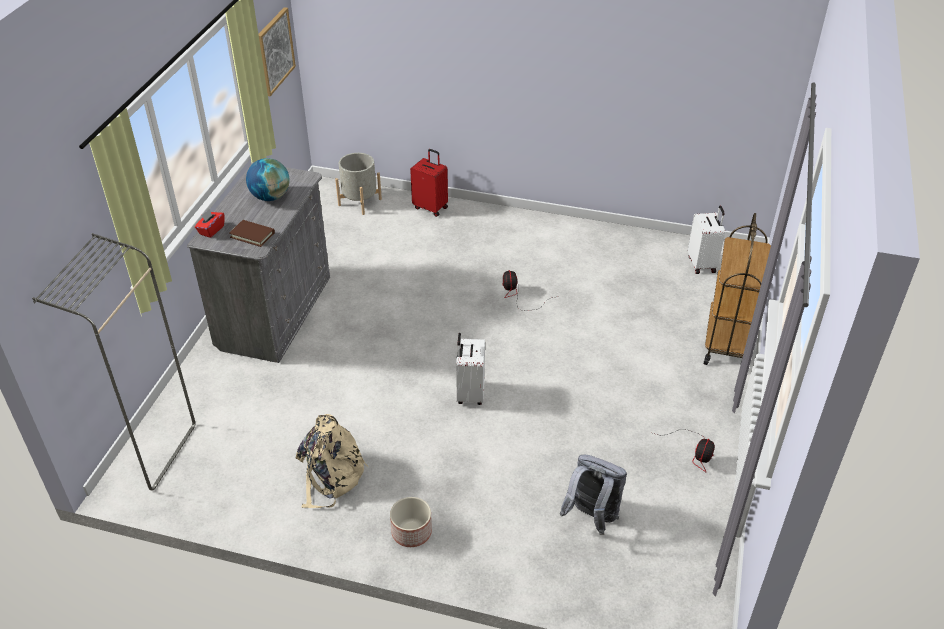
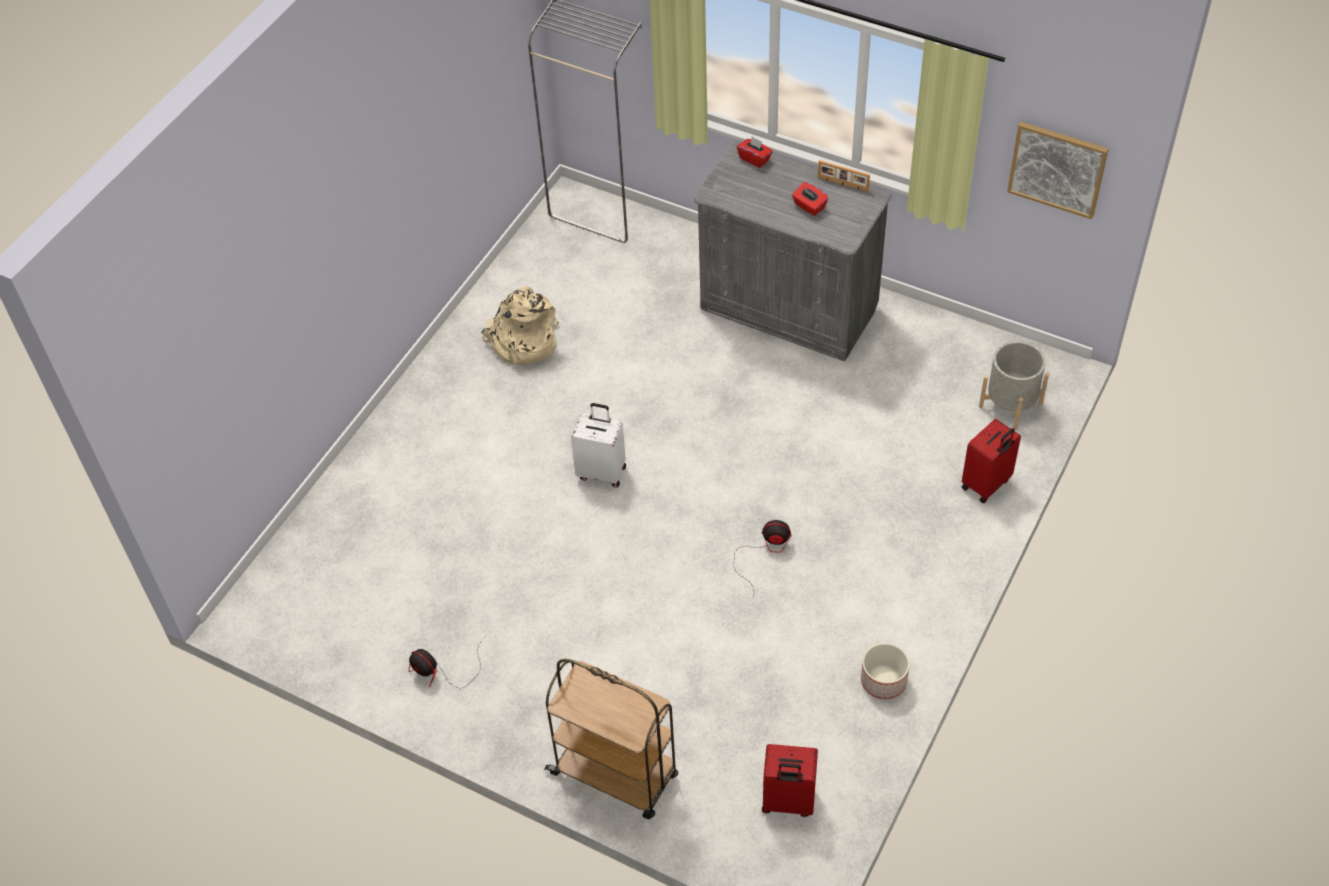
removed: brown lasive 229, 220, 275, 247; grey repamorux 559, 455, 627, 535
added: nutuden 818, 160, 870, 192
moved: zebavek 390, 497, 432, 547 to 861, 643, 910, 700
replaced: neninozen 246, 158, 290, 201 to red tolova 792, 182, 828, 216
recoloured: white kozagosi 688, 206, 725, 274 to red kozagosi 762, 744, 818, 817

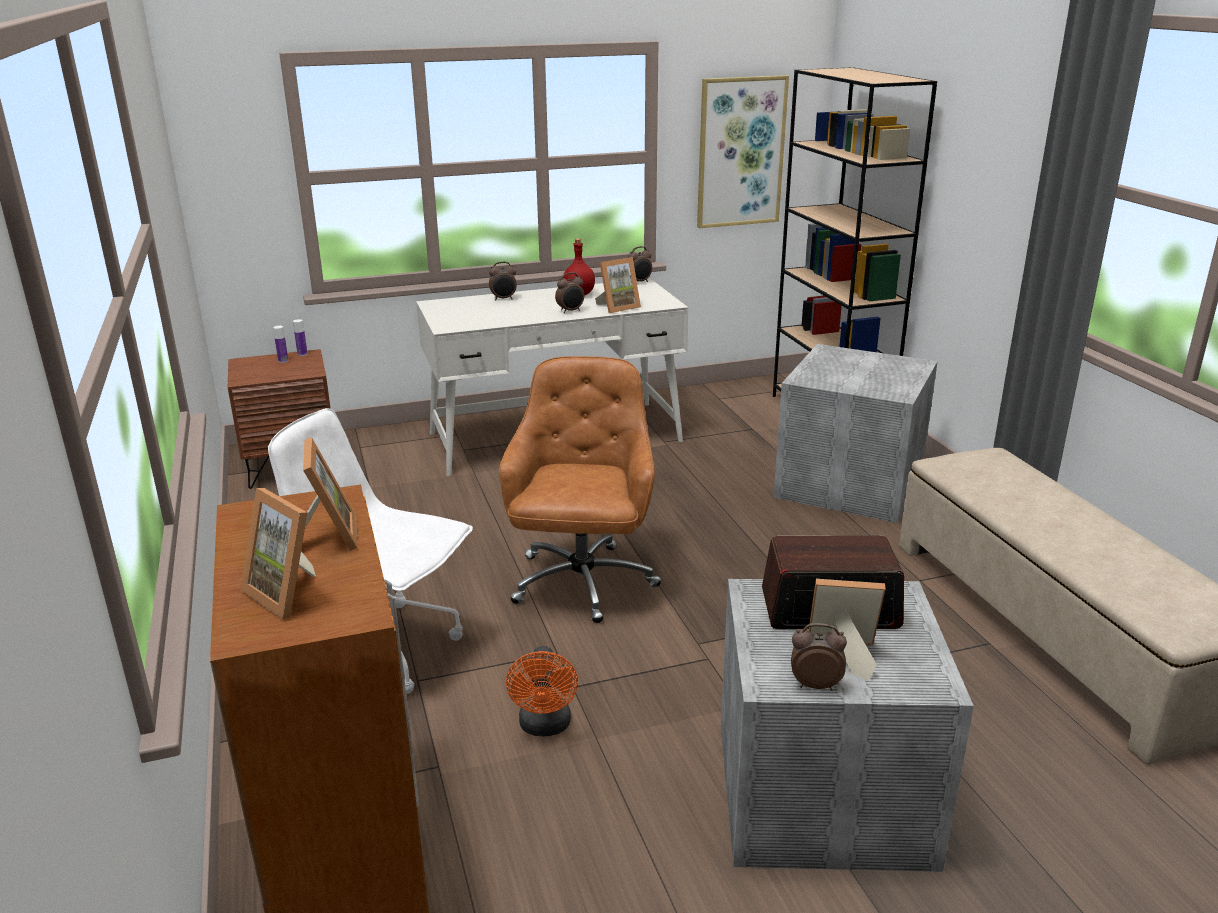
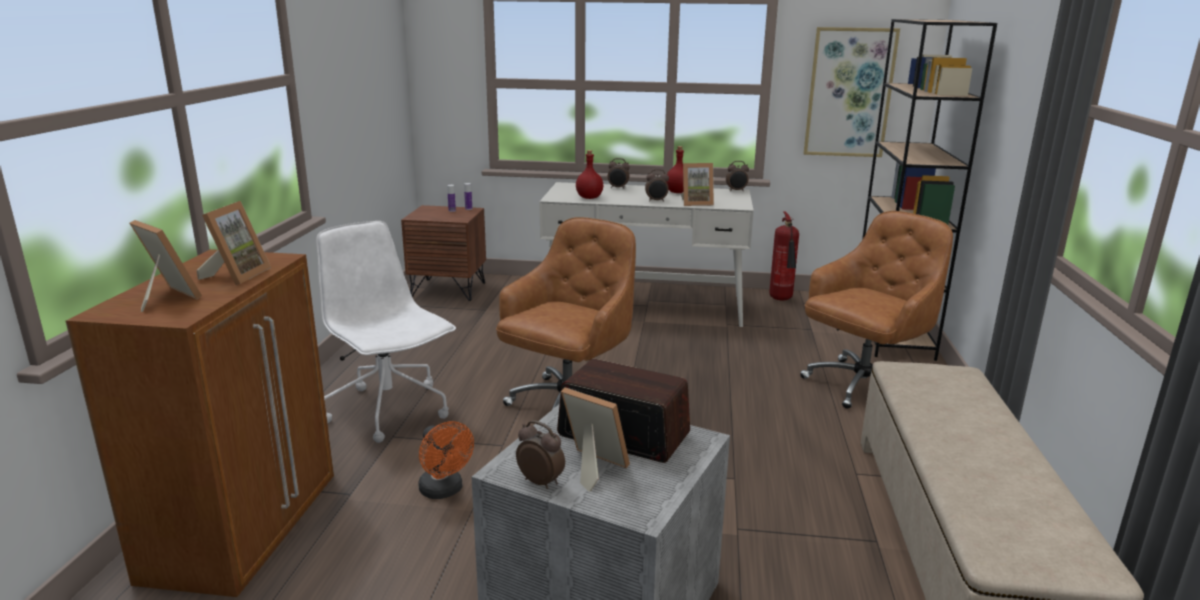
added: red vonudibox 576, 150, 603, 199; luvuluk 769, 212, 799, 300
replaced: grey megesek 774, 344, 938, 523 to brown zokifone 800, 211, 953, 409
turned: nutuden 241, 488, 316, 619 = 130, 220, 202, 312 150 degrees clockwise; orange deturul 506, 646, 578, 736 = 418, 421, 474, 499 60 degrees counterclockwise

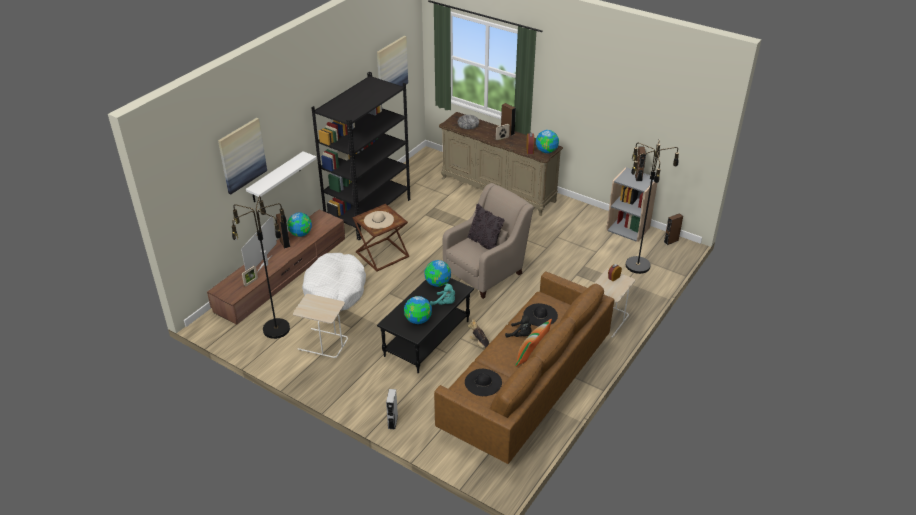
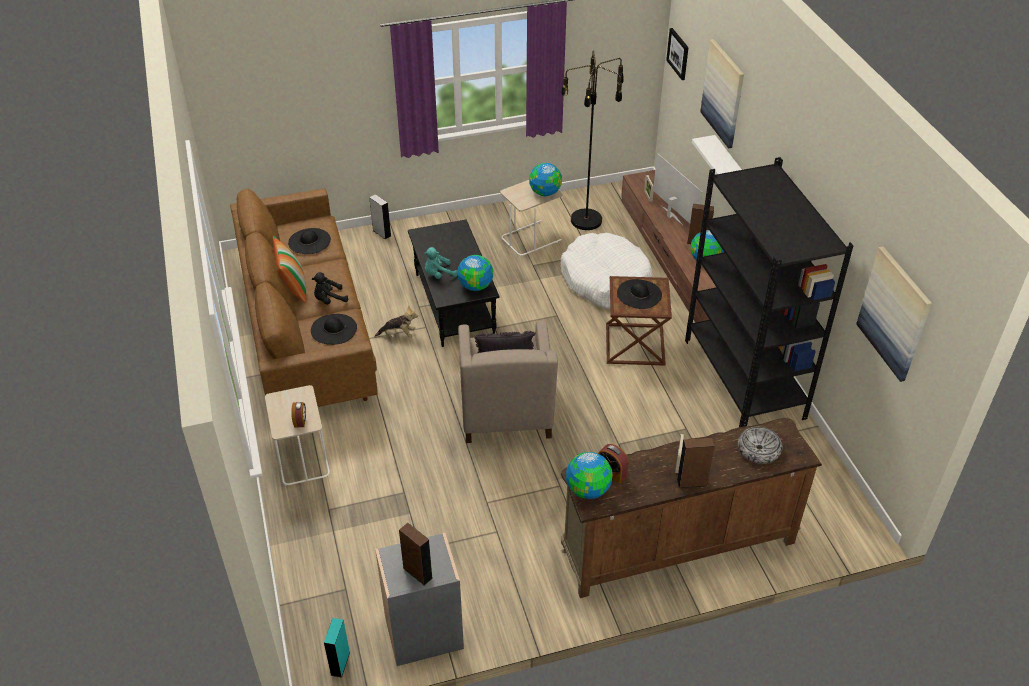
removed: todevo 626, 139, 679, 274
added: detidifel 666, 28, 689, 80
moved: neninozen 404, 296, 432, 324 to 529, 163, 562, 196
recoloured: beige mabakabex 364, 211, 394, 229 to black mabakabex 617, 279, 662, 309; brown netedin 664, 213, 683, 245 to turquoise netedin 324, 618, 350, 678

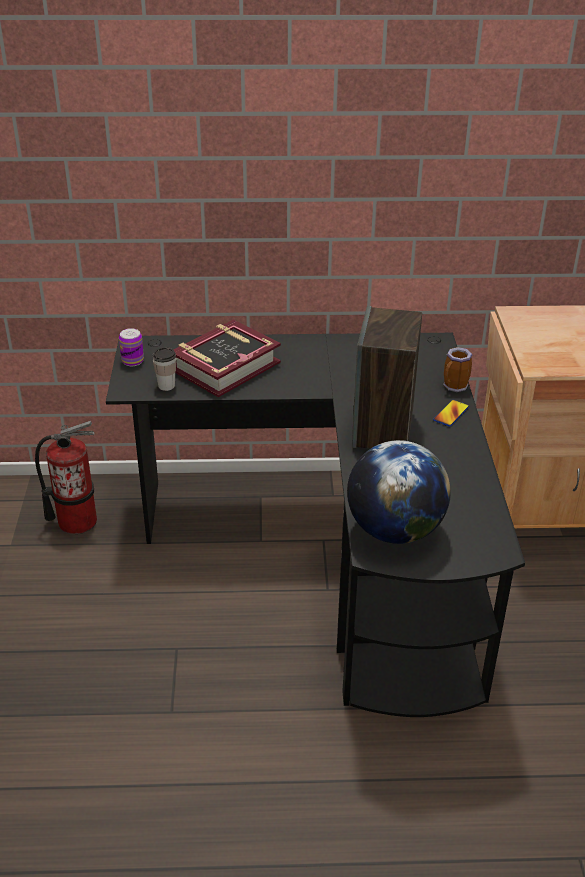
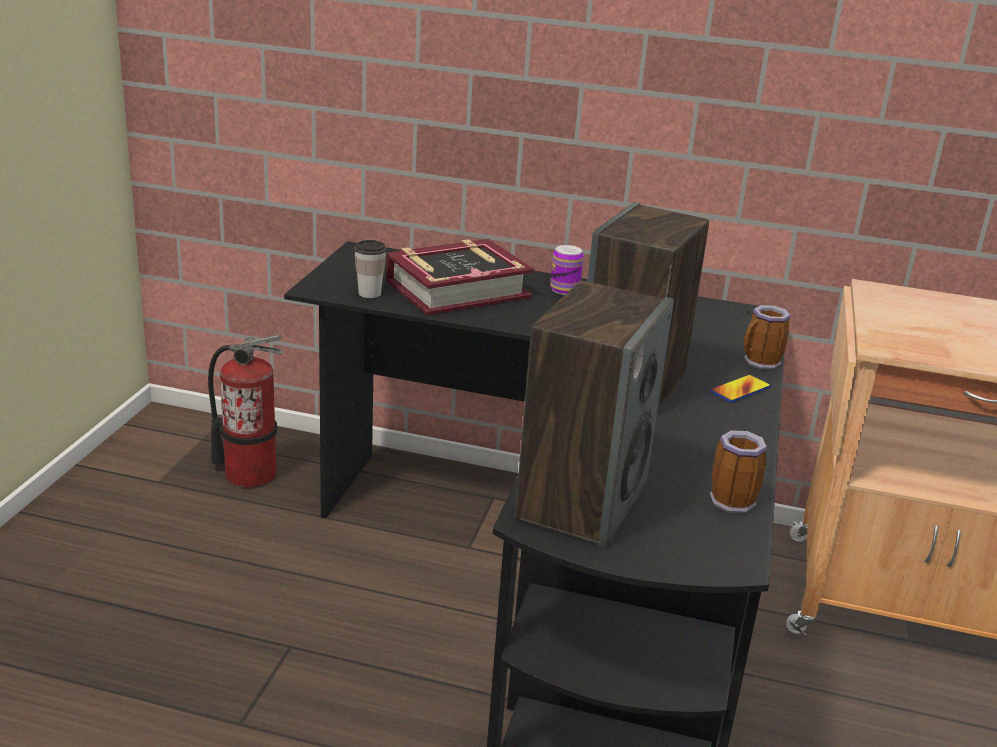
added: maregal 710, 430, 768, 513
moved: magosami 119, 328, 144, 366 to 550, 245, 584, 295
replaced: neninozen 347, 440, 451, 544 to netedin 515, 281, 674, 548

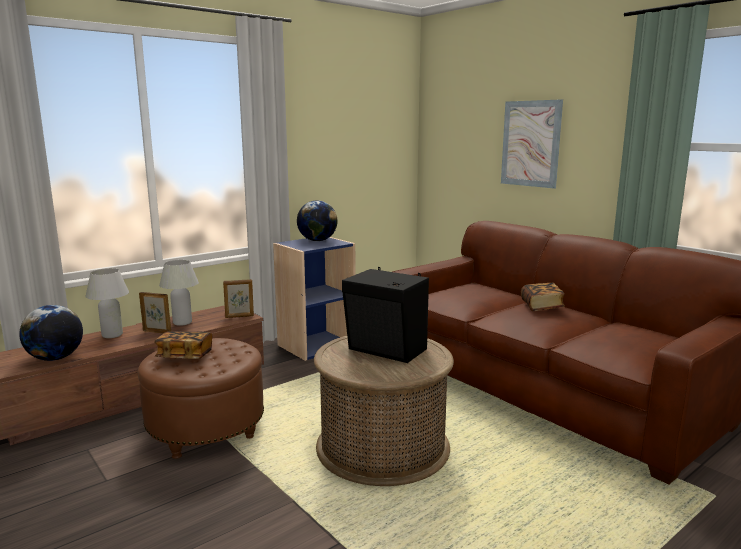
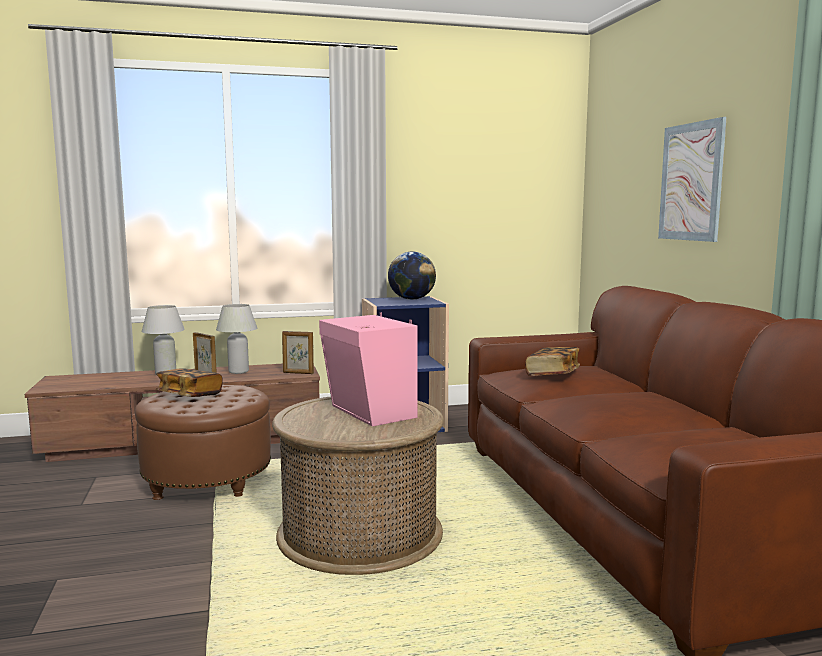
removed: neninozen 19, 305, 83, 361
moved: lasive 521, 283, 565, 311 to 525, 347, 580, 376
recoloured: black netedin 342, 267, 429, 363 to pink netedin 319, 312, 418, 427

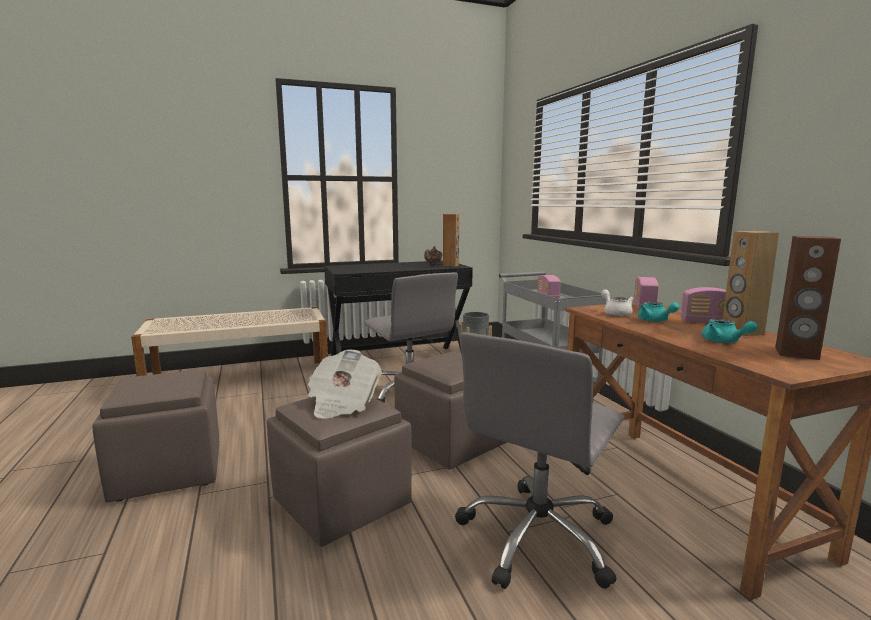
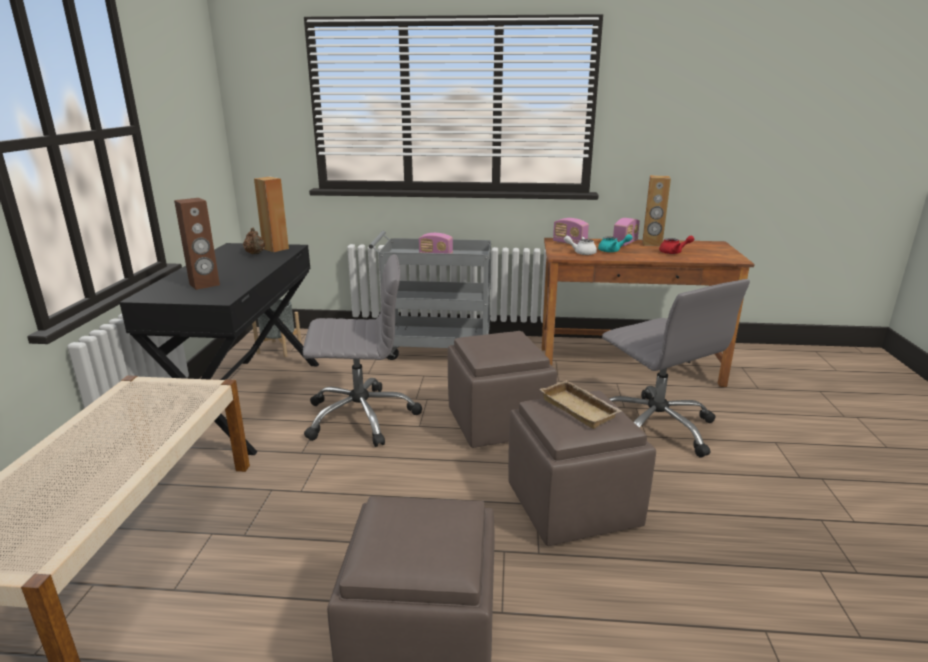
moved: brown netedin 775, 236, 841, 360 to 174, 198, 220, 290
replaced: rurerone 308, 349, 382, 419 to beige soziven 540, 380, 622, 429
recoloured: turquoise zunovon 702, 319, 758, 343 to red zunovon 659, 235, 694, 254

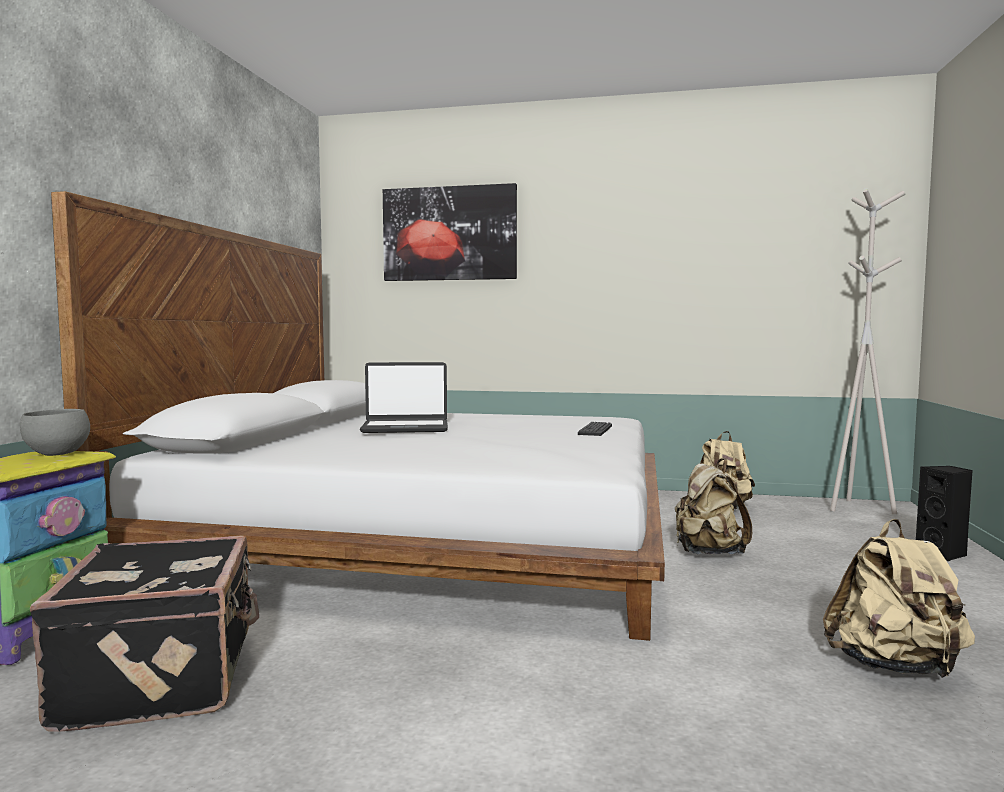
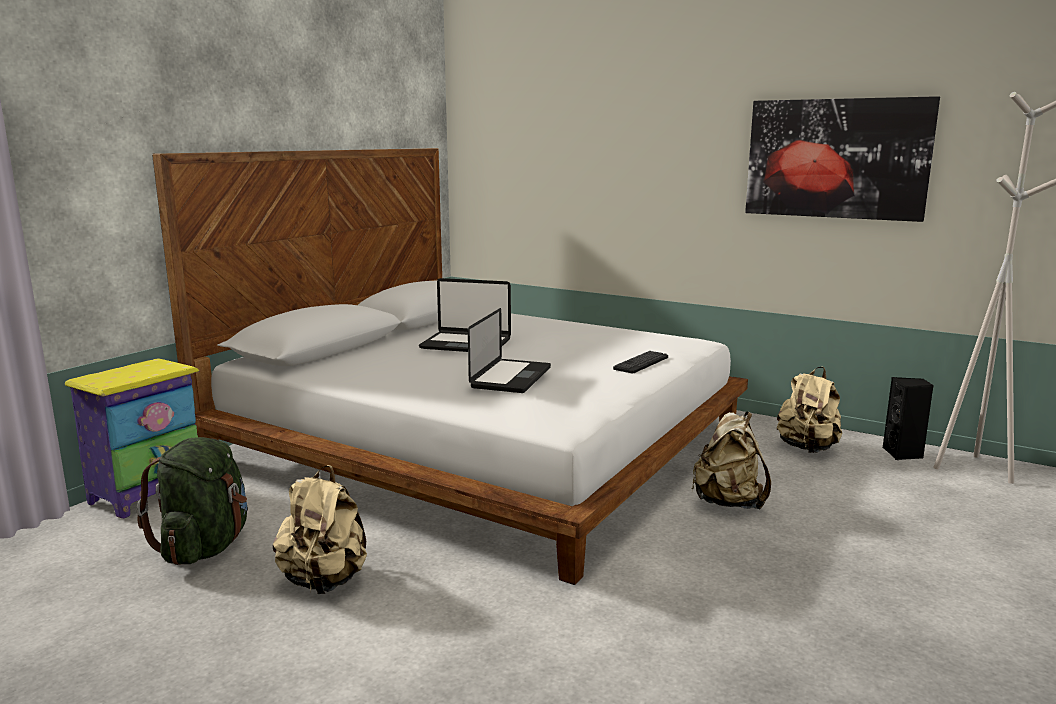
removed: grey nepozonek 20, 409, 90, 456
added: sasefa 468, 308, 551, 393
moved: detidifel 383, 183, 517, 281 to 745, 96, 940, 222; black netedin 916, 466, 973, 561 to 883, 377, 934, 460; beige repamorux 823, 519, 975, 678 to 273, 465, 367, 594
replaced: black kozagosi 30, 535, 259, 731 to green repamorux 137, 437, 248, 565

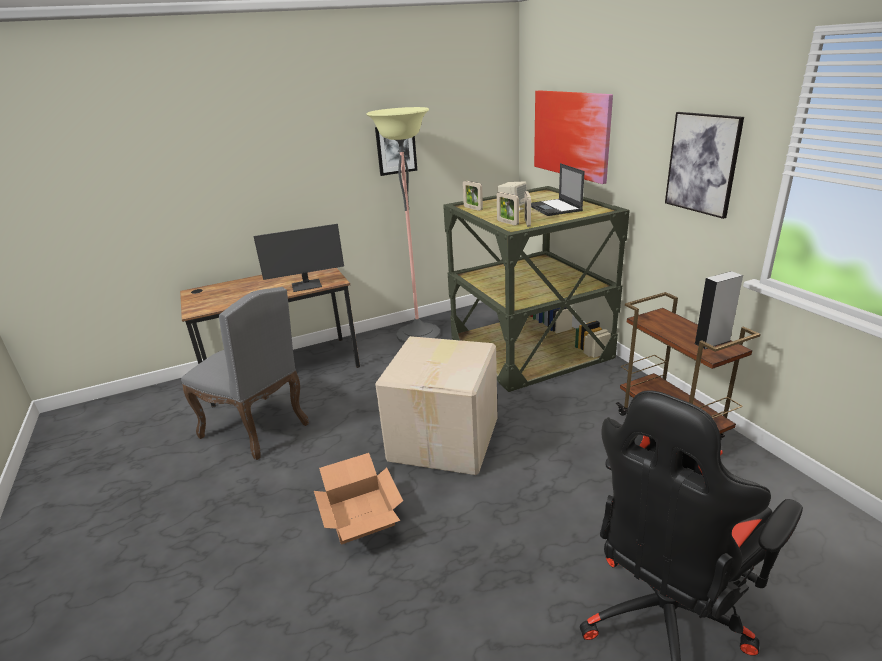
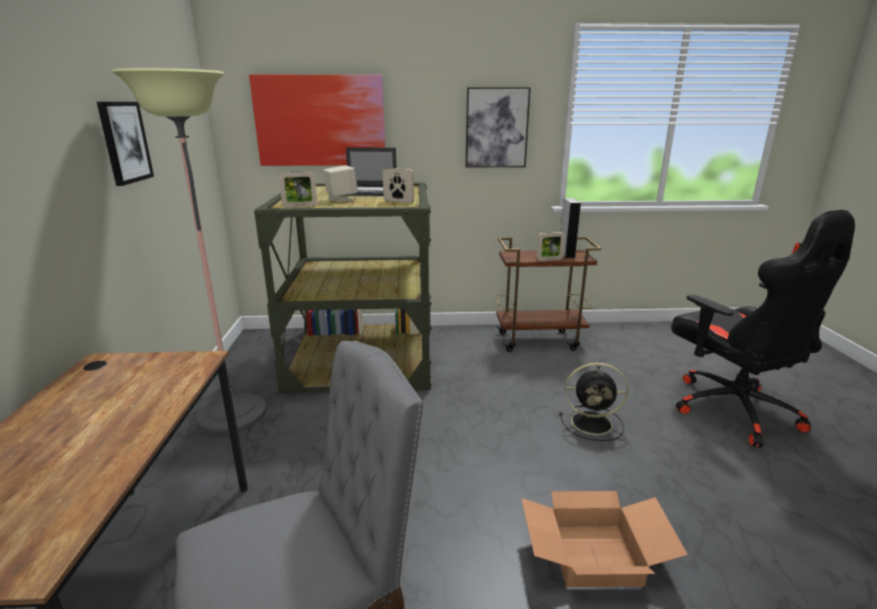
removed: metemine 253, 224, 344, 292; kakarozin 375, 336, 497, 475
added: black deturul 559, 363, 628, 441
moved: nutuden 497, 192, 519, 226 to 536, 232, 565, 261

